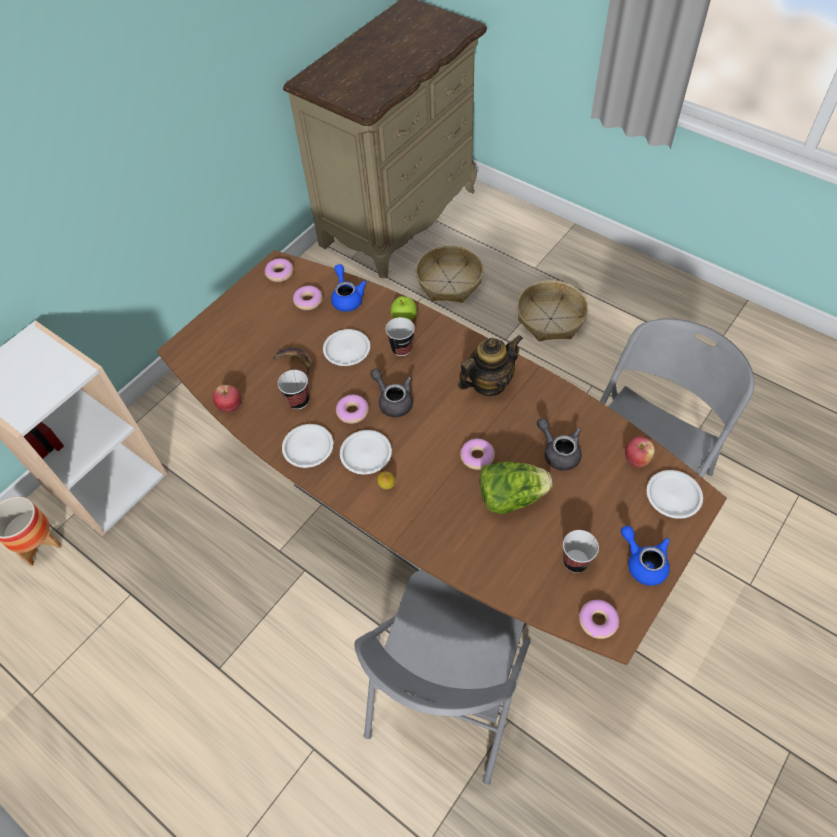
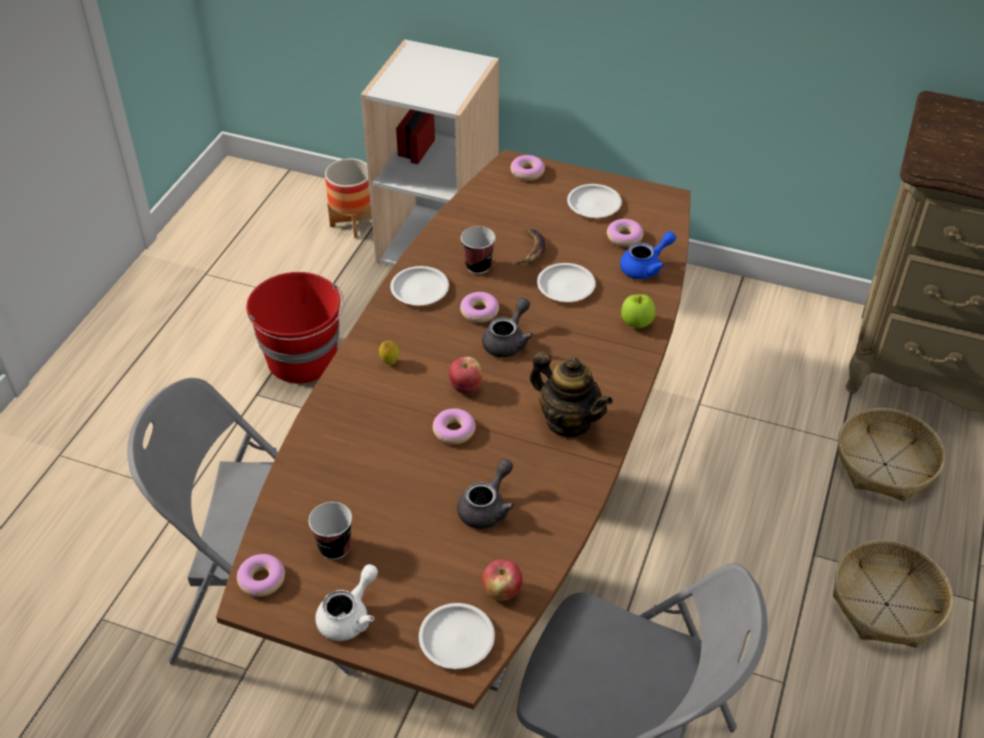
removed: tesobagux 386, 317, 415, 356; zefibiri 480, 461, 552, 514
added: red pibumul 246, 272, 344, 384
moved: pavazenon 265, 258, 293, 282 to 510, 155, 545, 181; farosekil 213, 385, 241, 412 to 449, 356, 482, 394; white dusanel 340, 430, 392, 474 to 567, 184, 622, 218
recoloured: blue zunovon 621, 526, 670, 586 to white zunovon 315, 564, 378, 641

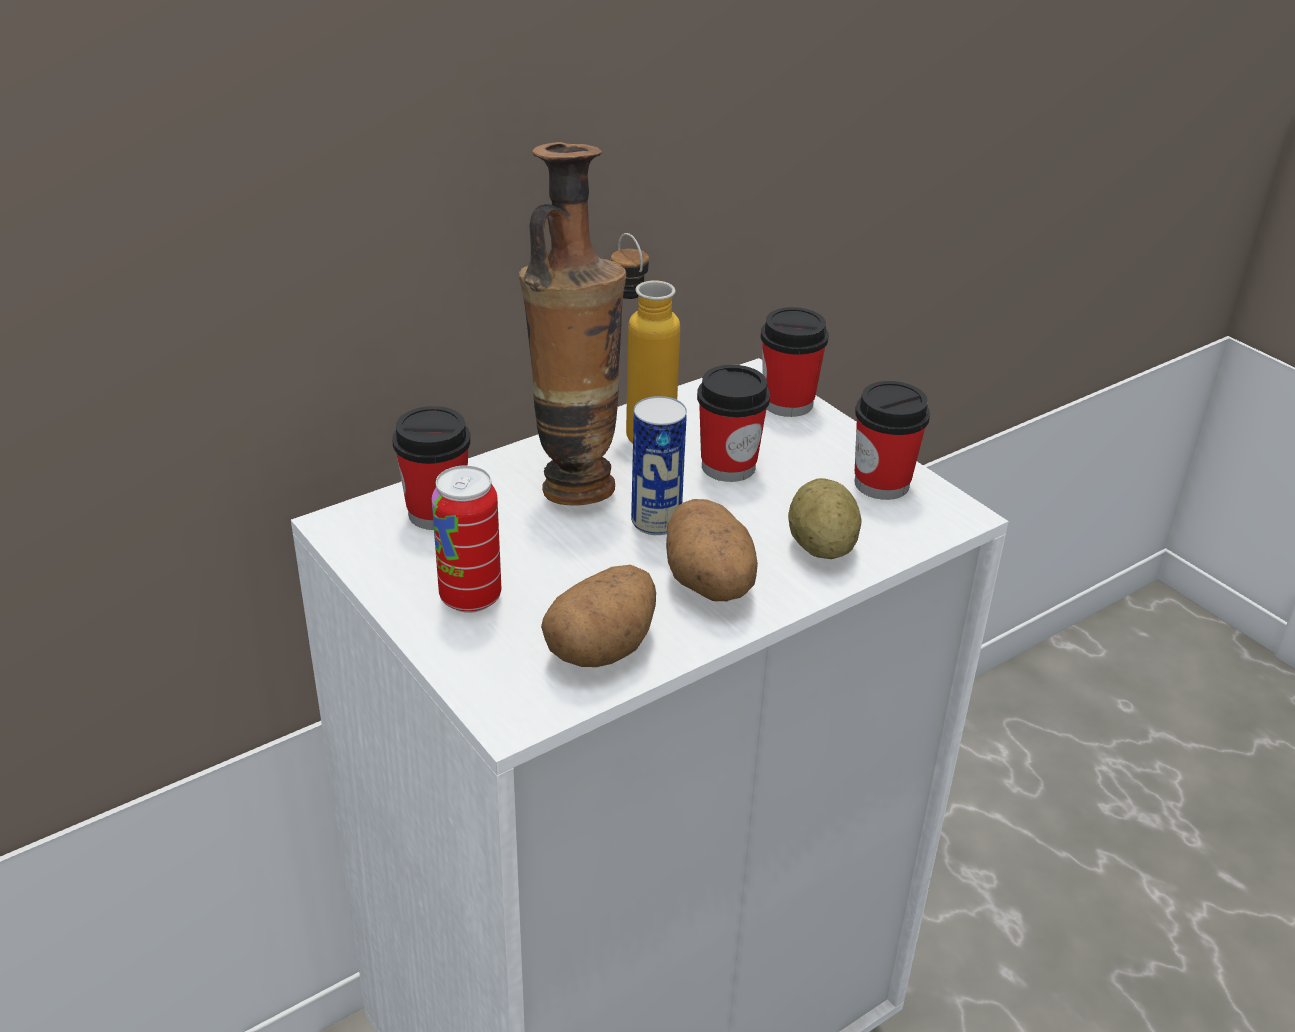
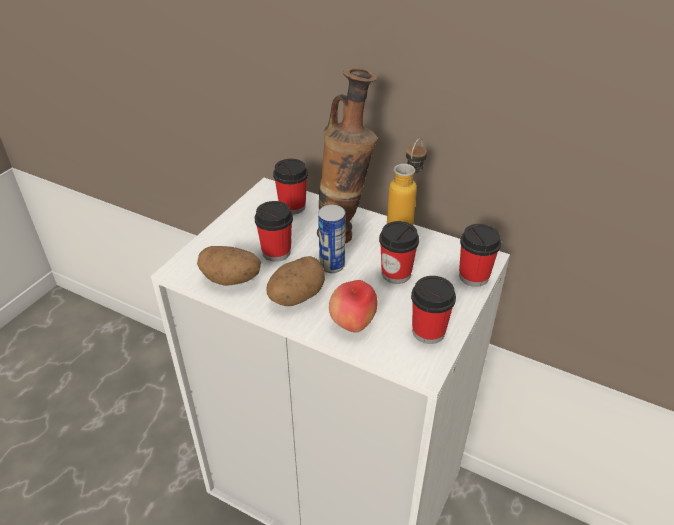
removed: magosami 432, 465, 501, 613
added: tesobagux 254, 201, 293, 262
replaced: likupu 788, 478, 861, 559 to farosekil 329, 280, 378, 333

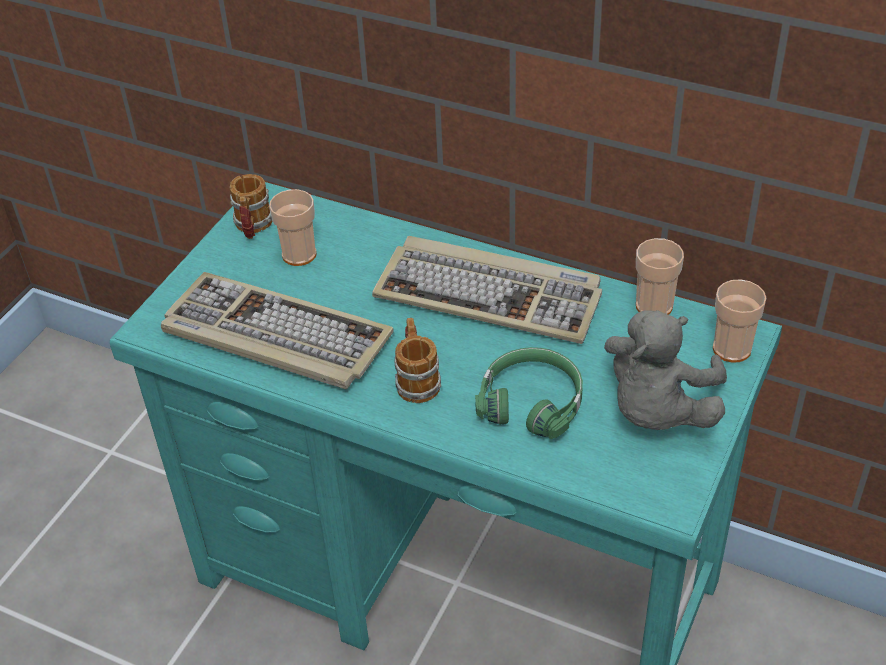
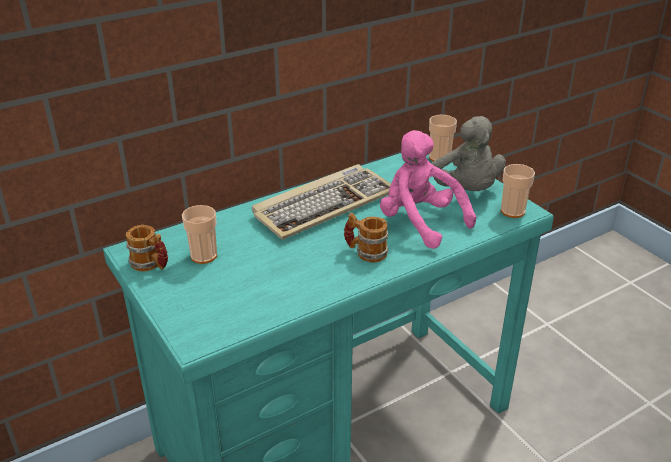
removed: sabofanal 161, 272, 394, 390
moved: tesobagux 636, 238, 684, 315 to 501, 164, 535, 218
replaced: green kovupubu 475, 347, 583, 439 to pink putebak 380, 130, 476, 249

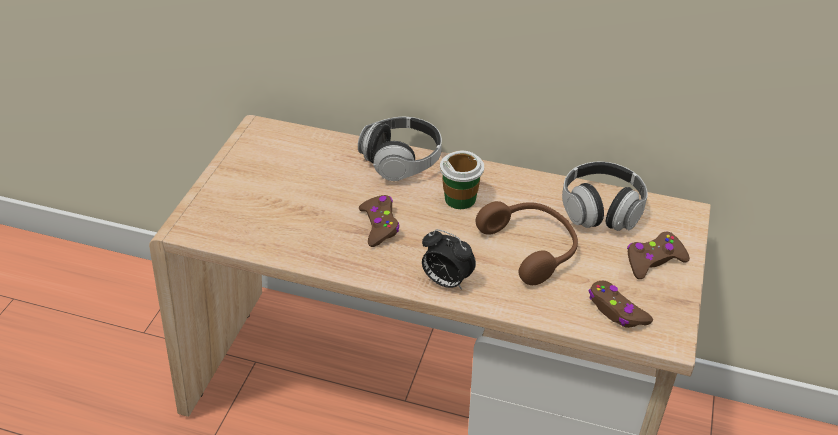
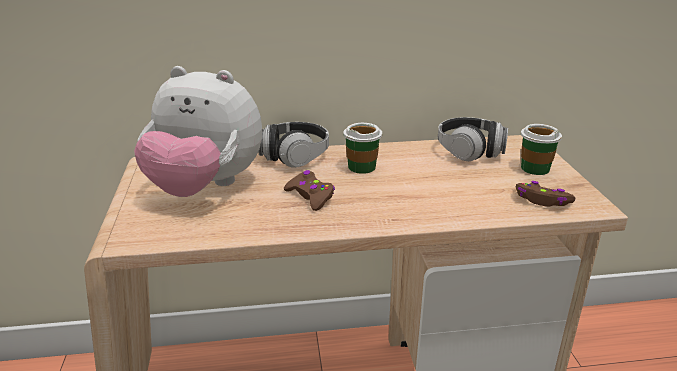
removed: brown kovupubu 476, 201, 578, 285; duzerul 422, 229, 476, 290
added: putebak 134, 66, 262, 197
replaced: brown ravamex 627, 232, 690, 279 to tesobagux 521, 124, 562, 175

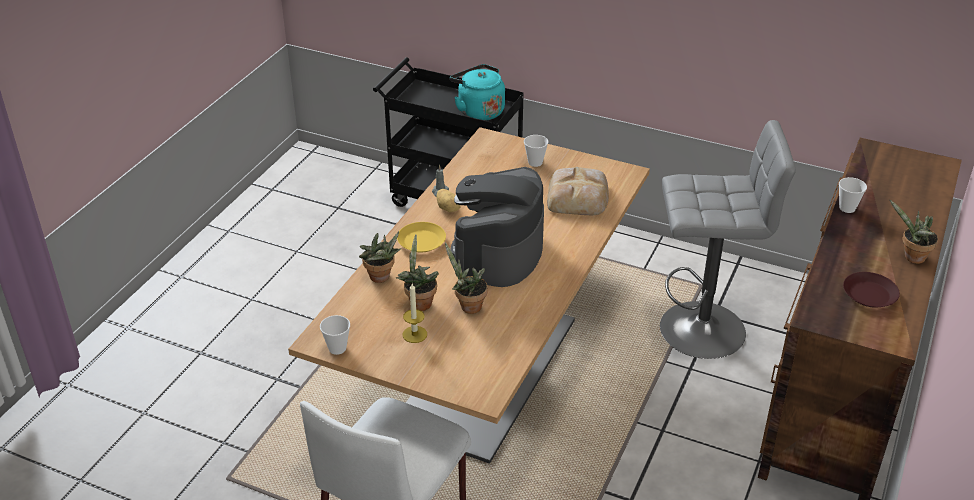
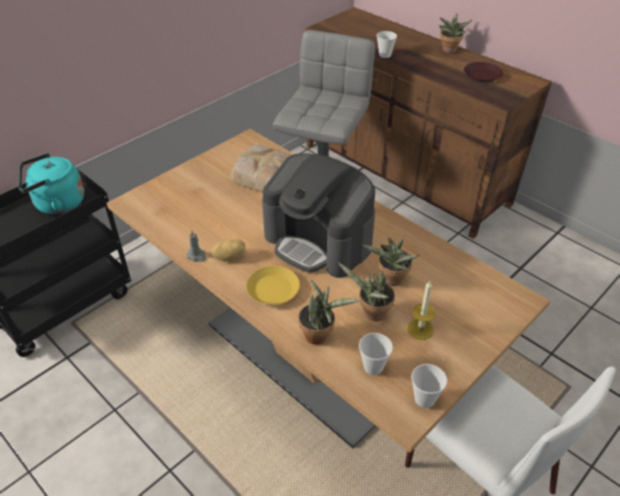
moved: tesobagux 524, 135, 548, 167 to 359, 333, 393, 375

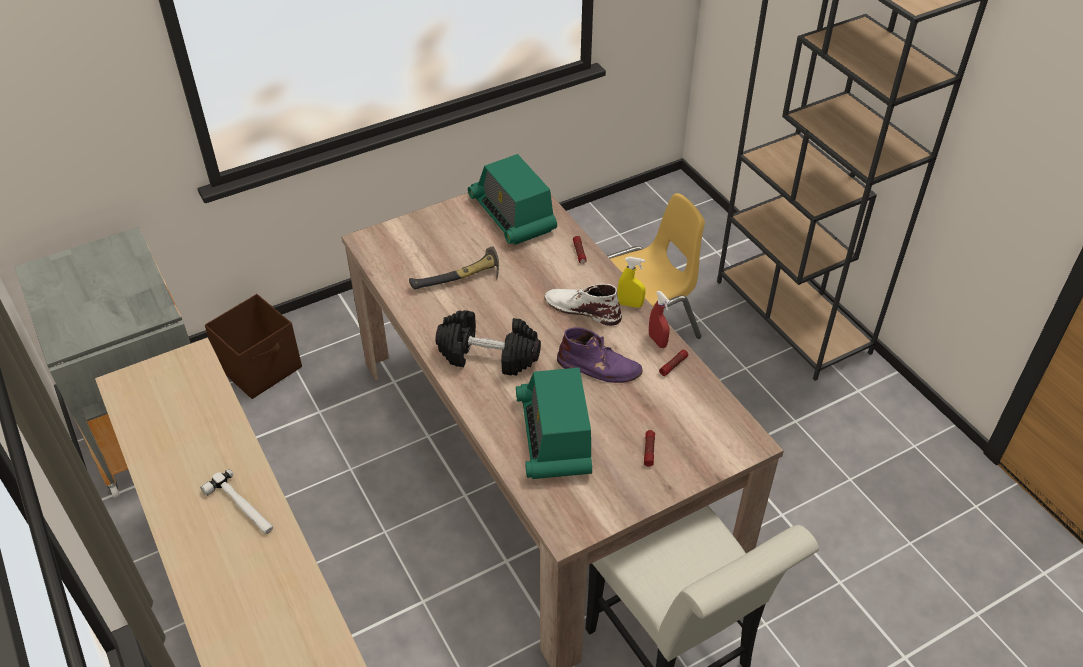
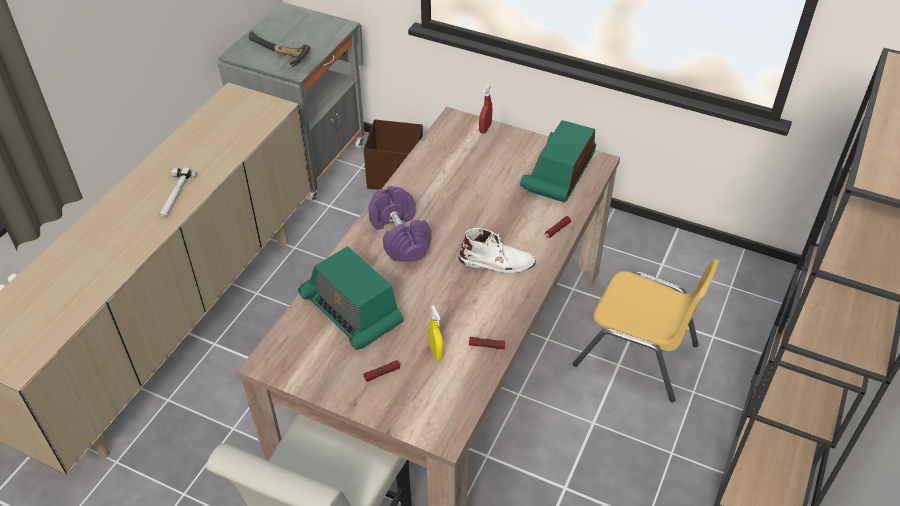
removed: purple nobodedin 557, 327, 643, 383
moved: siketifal 409, 246, 499, 290 to 249, 31, 311, 67; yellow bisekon 617, 257, 646, 308 to 429, 305, 444, 360; red bisekon 649, 291, 670, 348 to 479, 85, 492, 134
recoloured: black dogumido 435, 310, 541, 375 to purple dogumido 368, 186, 431, 262
turned: white nobodedin 544, 284, 622, 326 = 459, 228, 536, 273 105 degrees clockwise; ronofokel 516, 367, 592, 479 = 298, 246, 404, 350 90 degrees counterclockwise

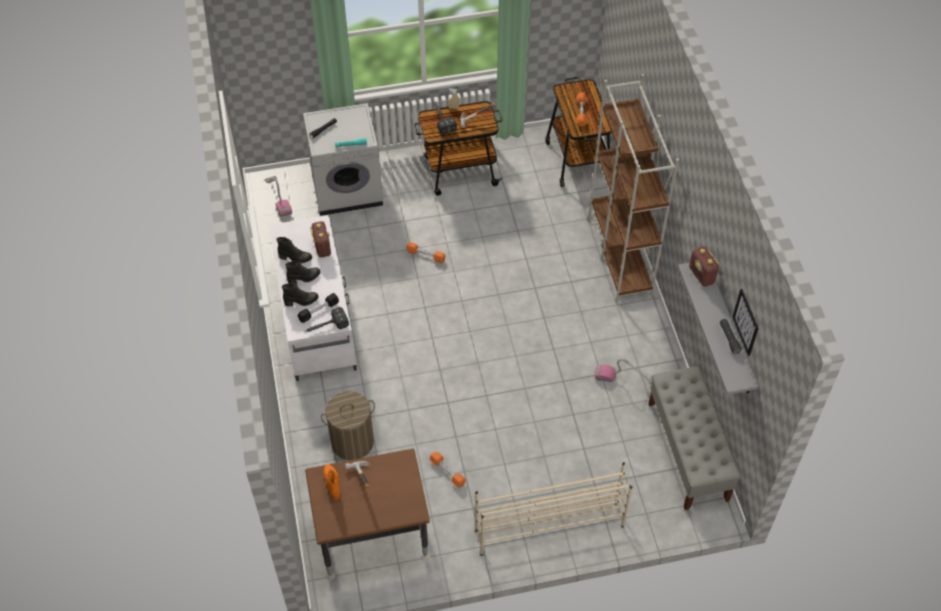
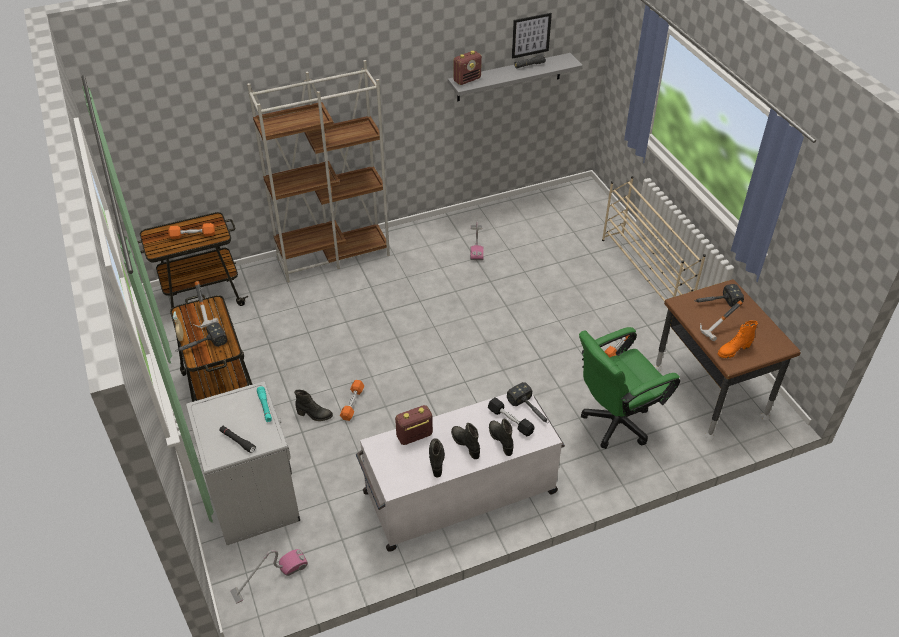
removed: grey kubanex 648, 366, 741, 510
added: siketifal 694, 284, 744, 307; black nobodedin 294, 390, 333, 421
replaced: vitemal 321, 391, 375, 460 to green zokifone 579, 327, 680, 449

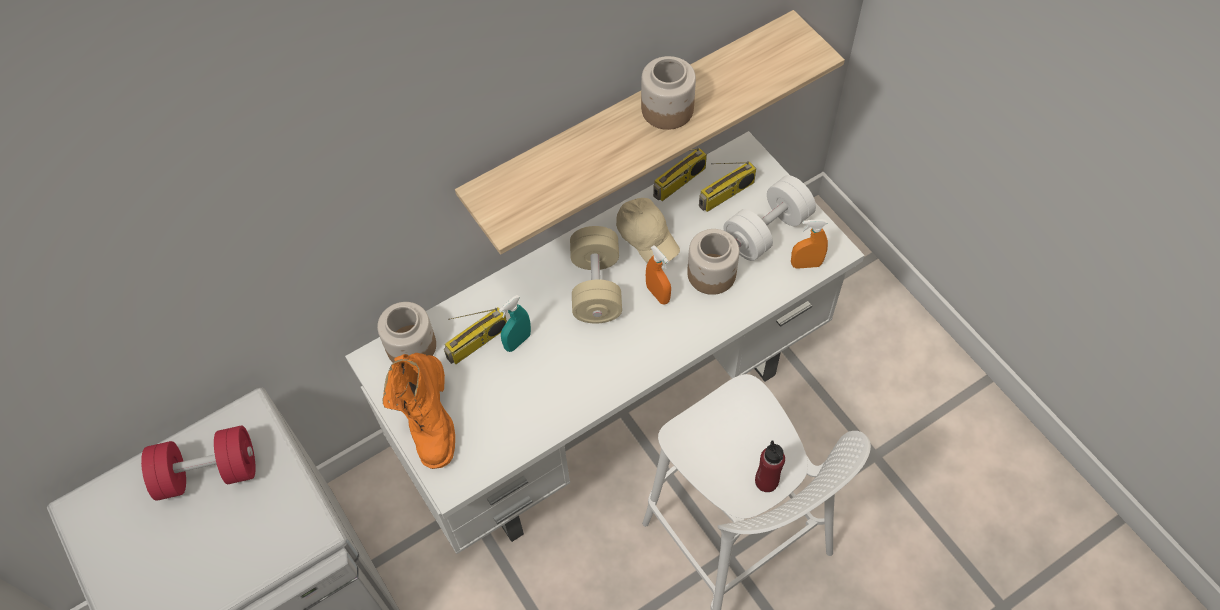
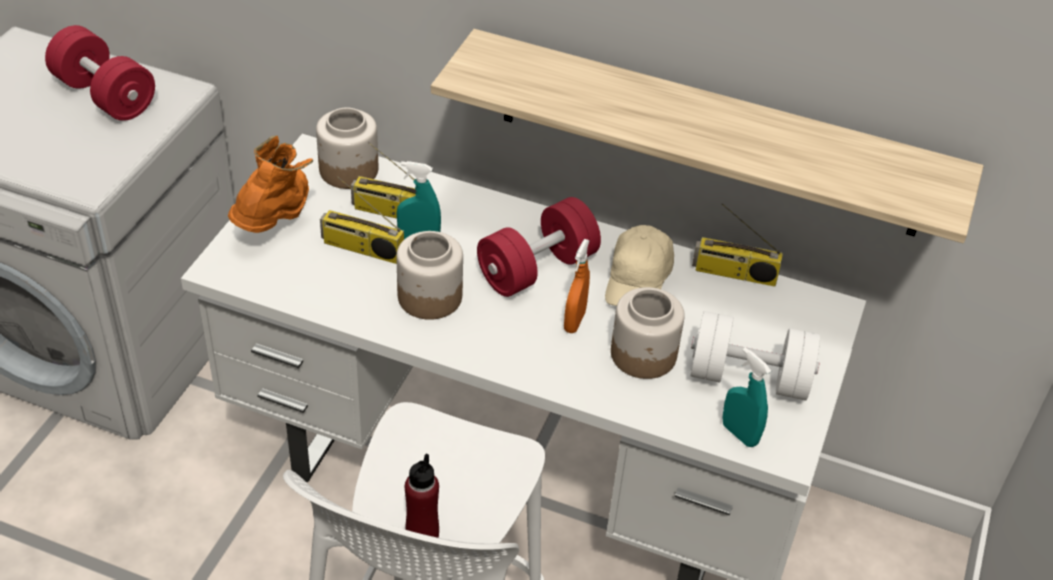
moved: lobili 641, 56, 696, 130 to 396, 231, 463, 320; ronofokel 699, 161, 756, 212 to 320, 176, 404, 264
recoloured: orange bisekon 791, 219, 828, 269 to turquoise bisekon 722, 347, 771, 447; beige dogumido 570, 226, 622, 324 to red dogumido 477, 197, 601, 297
turned: orange nobodedin 382, 353, 455, 469 = 228, 135, 313, 233 150 degrees clockwise

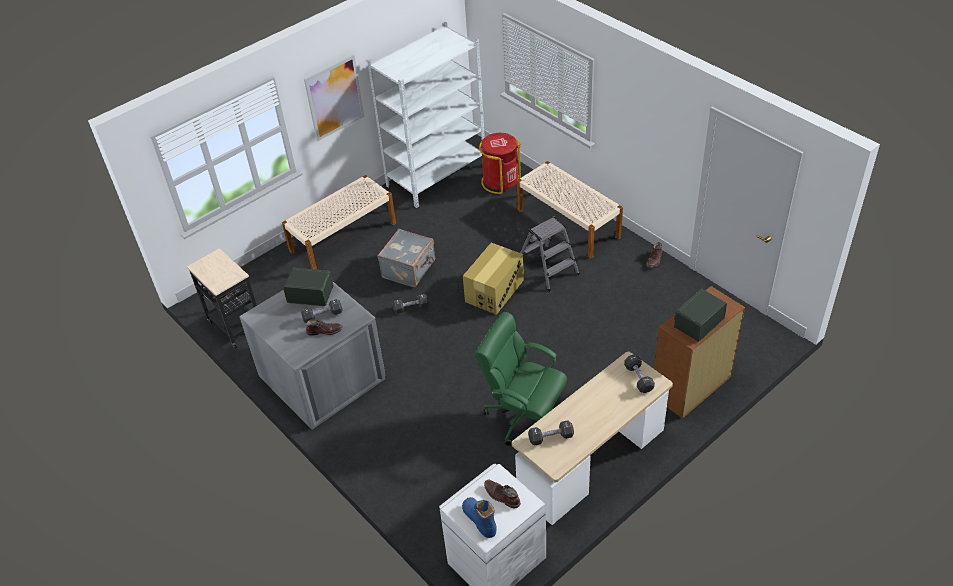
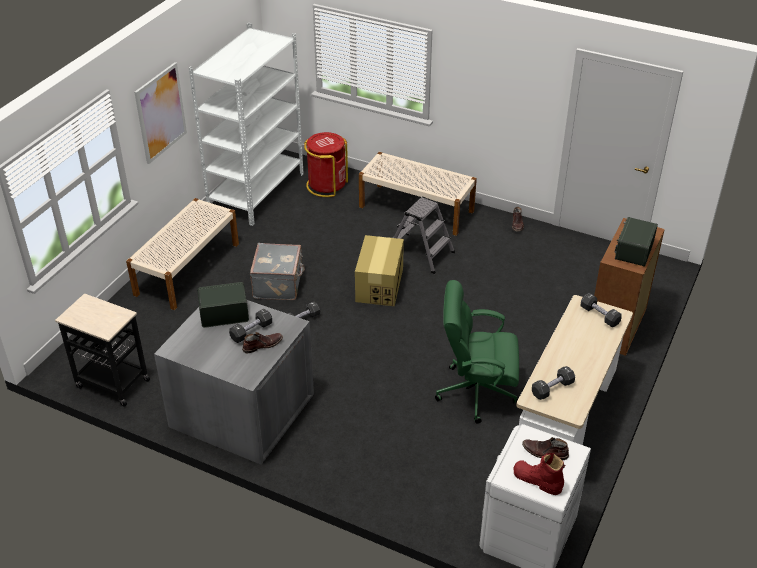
recoloured: blue nobodedin 462, 497, 497, 538 to red nobodedin 514, 453, 565, 495

